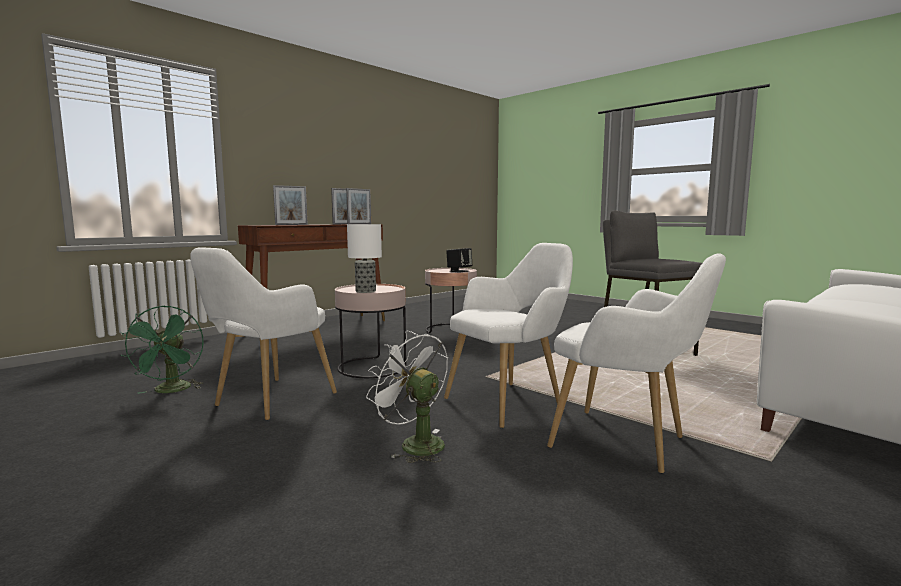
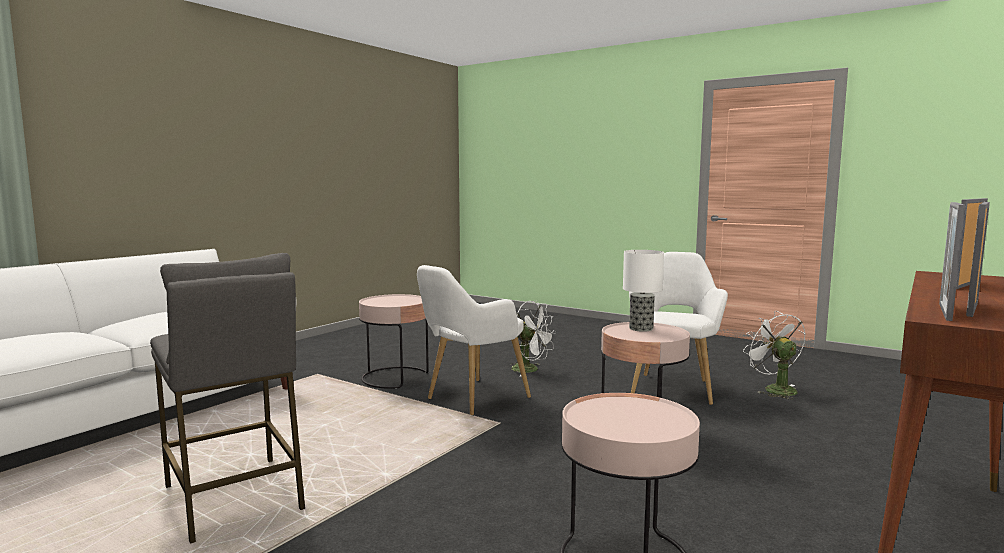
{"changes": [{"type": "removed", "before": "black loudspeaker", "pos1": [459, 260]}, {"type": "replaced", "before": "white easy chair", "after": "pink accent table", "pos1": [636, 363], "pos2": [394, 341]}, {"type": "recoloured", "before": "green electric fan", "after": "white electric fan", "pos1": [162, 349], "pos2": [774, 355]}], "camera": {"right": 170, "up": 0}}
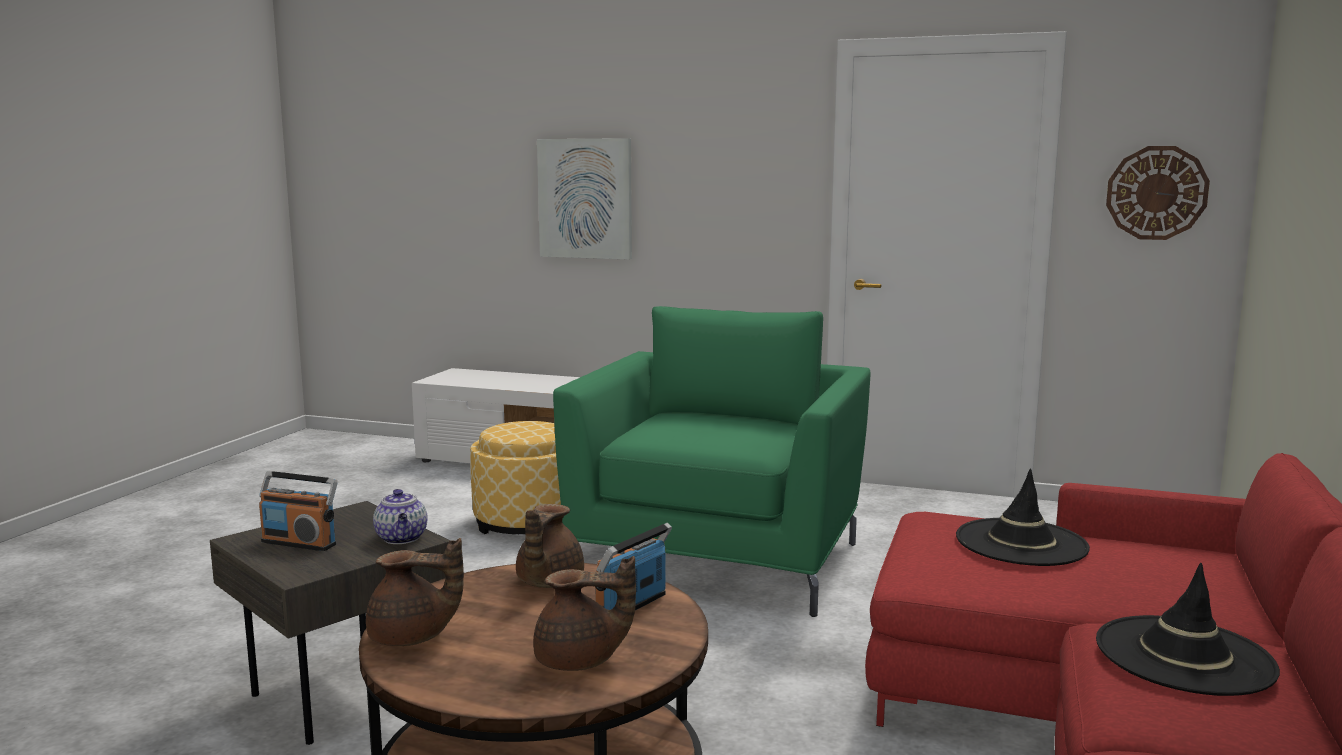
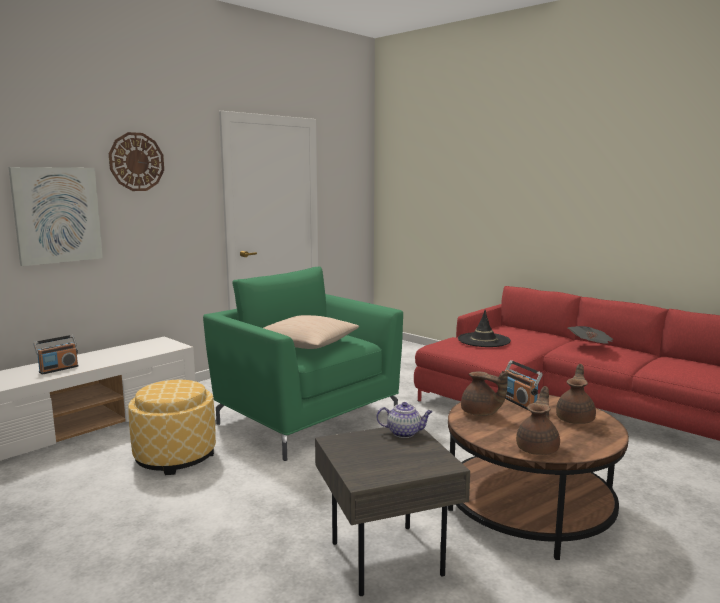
{"changes": [{"type": "moved", "before": "clock on the wall", "pos1": [1158, 193], "pos2": [136, 161]}, {"type": "moved", "before": "radio receiver", "pos1": [298, 511], "pos2": [55, 354]}, {"type": "replaced", "before": "black wearable hat", "after": "daily paper", "pos1": [1188, 629], "pos2": [590, 335]}, {"type": "added", "after": "beige cushion", "pos2": [311, 332]}], "camera": {"right": -65, "up": 0}}
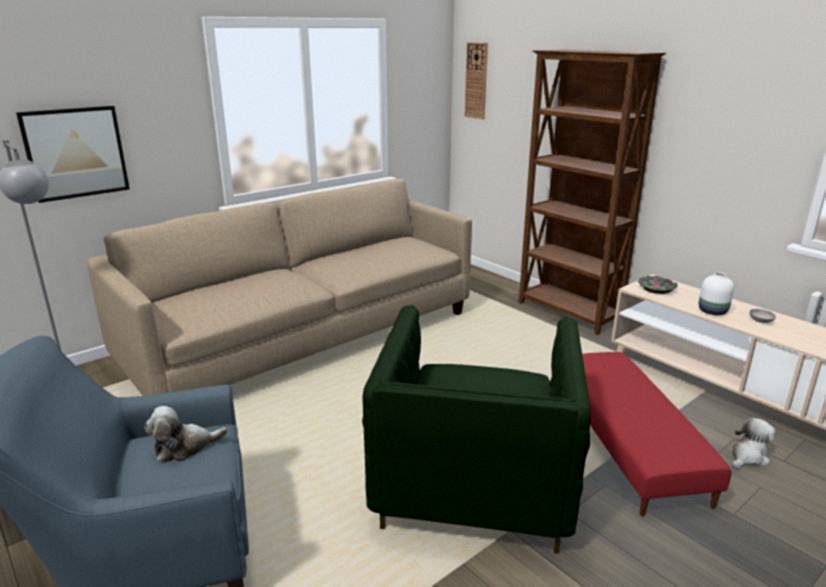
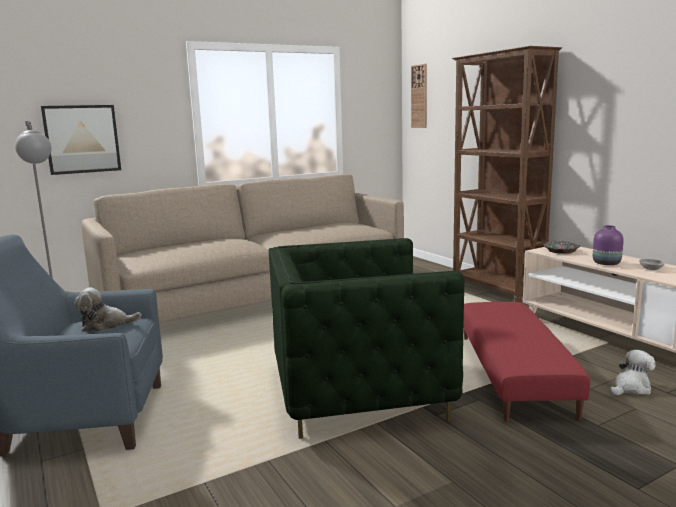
{"changes": [{"type": "recoloured", "before": "white decorative vase", "after": "purple decorative vase", "pos1": [716, 293], "pos2": [608, 245]}, {"type": "turned", "before": "green easy chair", "pos1": [476, 429], "pos2": [366, 338], "turn": 60}], "camera": {"right": 10, "up": -10}}
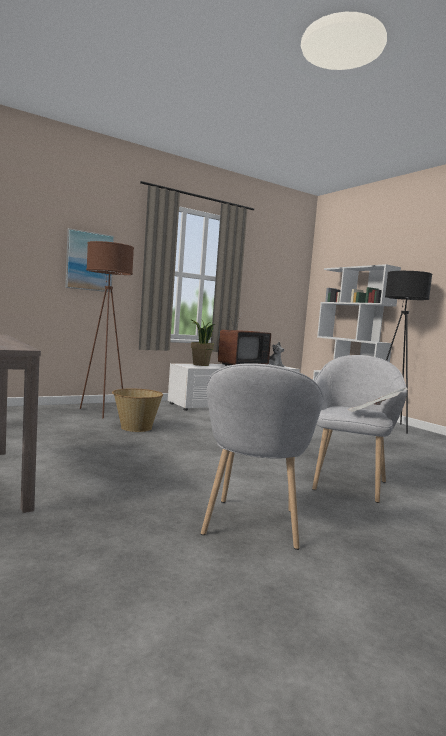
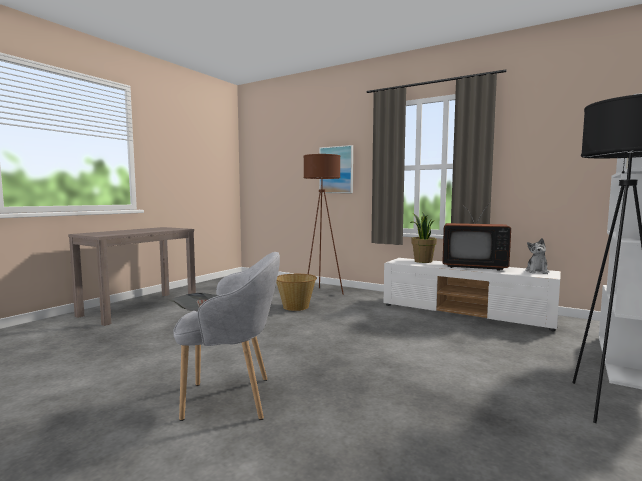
{"changes": [{"type": "removed", "before": "gray easy chair", "pos1": [262, 456]}], "camera": {"right": 65, "up": 0}}
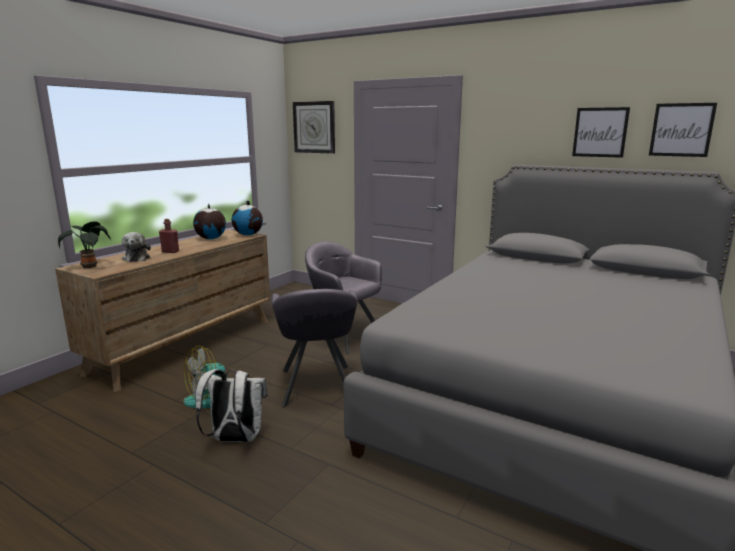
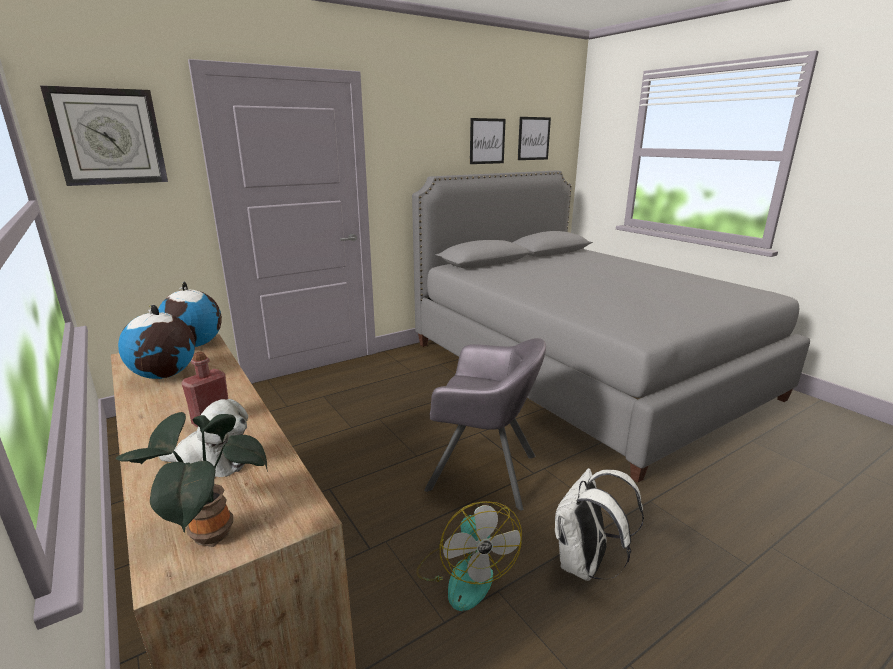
{"changes": [{"type": "removed", "before": "gray easy chair", "pos1": [343, 297]}], "camera": {"right": -65, "up": 5}}
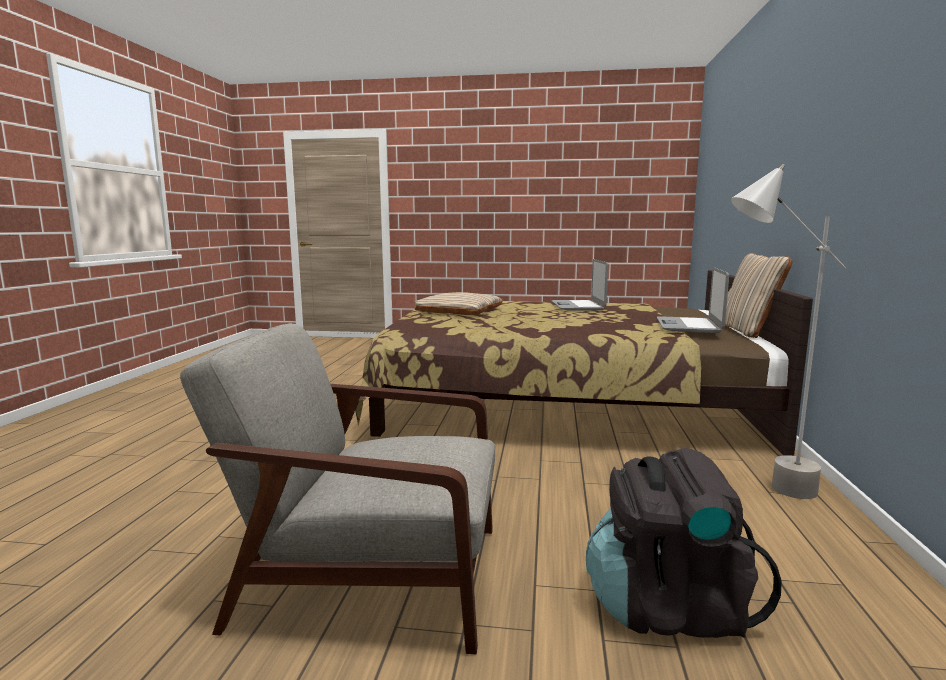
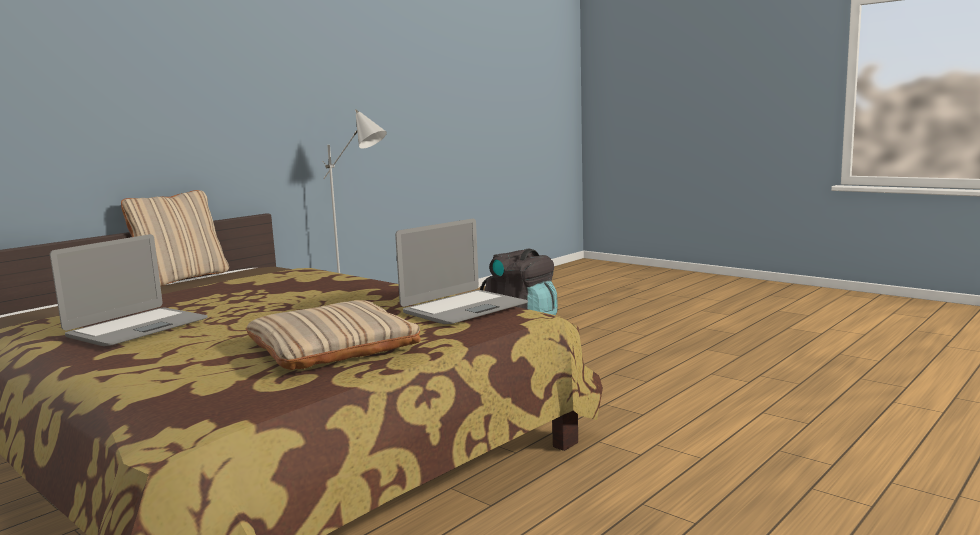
{"changes": [{"type": "moved", "before": "portable computer", "pos1": [693, 300], "pos2": [461, 271]}, {"type": "removed", "before": "gray easy chair", "pos1": [337, 489]}], "camera": {"right": -145, "up": 0}}
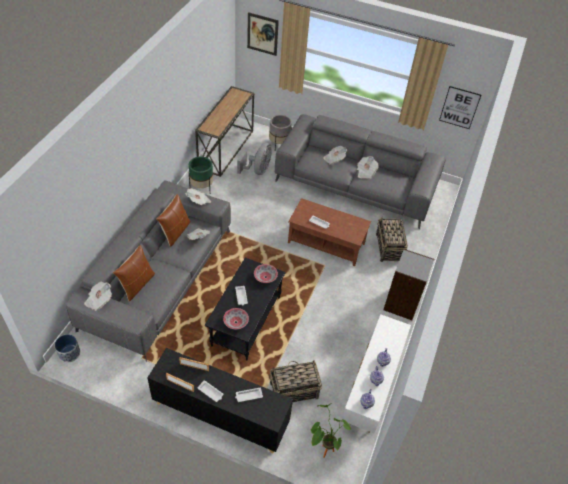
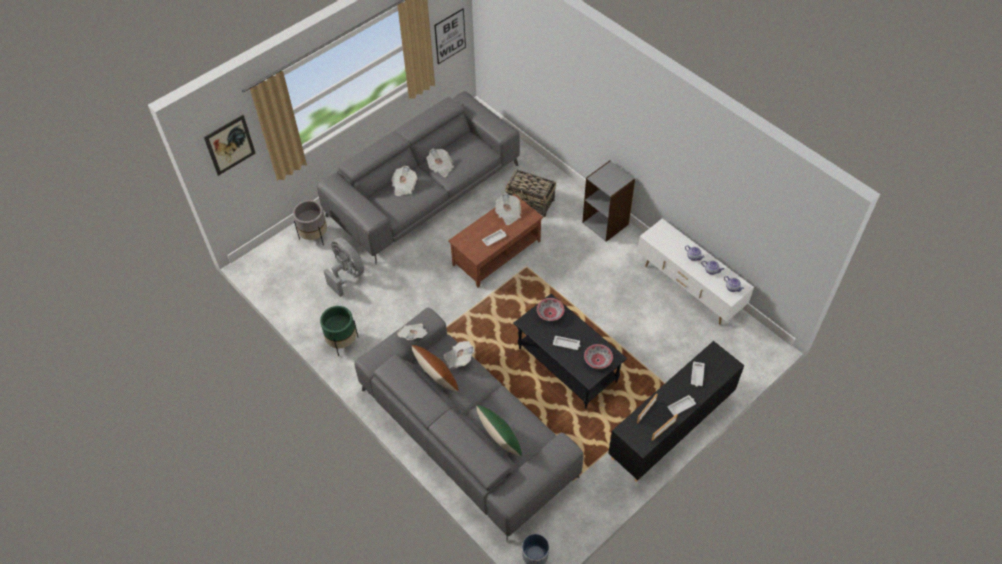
{"changes": [{"type": "removed", "before": "hall table", "pos1": [225, 131]}, {"type": "recoloured", "before": "brown-coloured cushion", "after": "green cushion", "pos1": [134, 273], "pos2": [499, 430]}, {"type": "moved", "before": "daily paper", "pos1": [98, 296], "pos2": [508, 209]}, {"type": "removed", "before": "storage basket", "pos1": [295, 381]}, {"type": "removed", "before": "houseplant", "pos1": [331, 430]}], "camera": {"right": -60, "up": 5}}
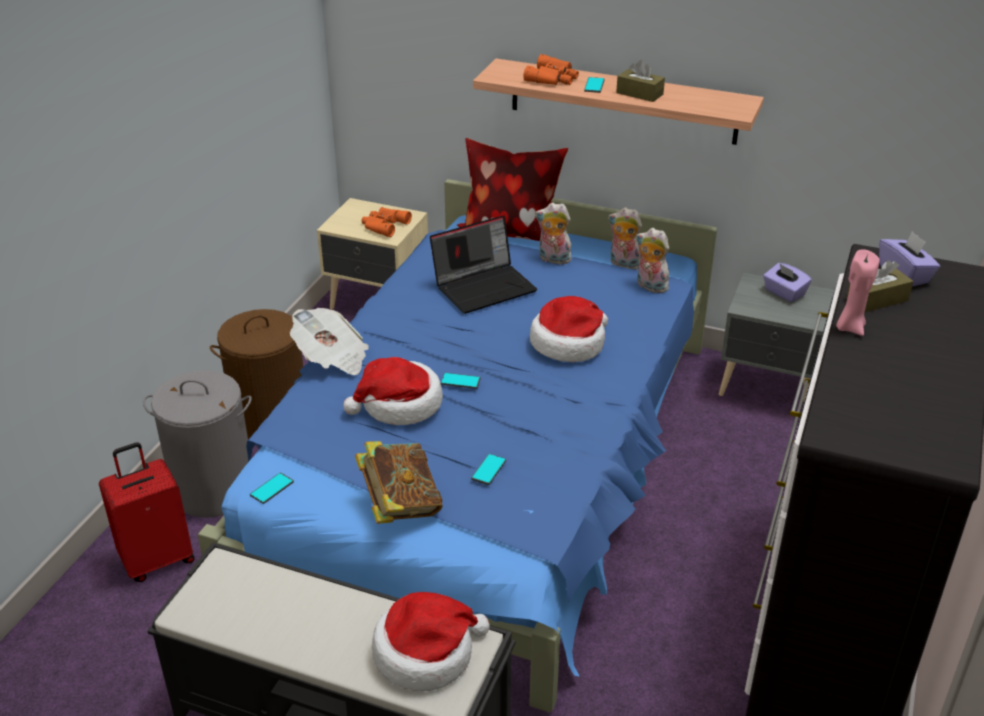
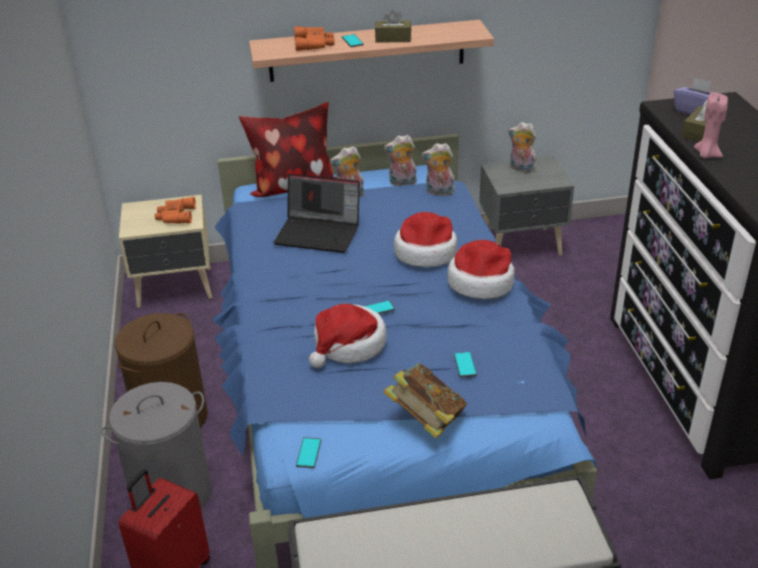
{"changes": [{"type": "turned", "before": "portable computer", "pos1": [483, 264], "pos2": [316, 213], "turn": 75}, {"type": "replaced", "before": "purple tissue holder", "after": "cuddly toy", "pos1": [787, 282], "pos2": [522, 147]}, {"type": "removed", "before": "daily paper", "pos1": [329, 341]}, {"type": "moved", "before": "wearable hat", "pos1": [431, 641], "pos2": [481, 269]}], "camera": {"right": -30, "up": 0}}
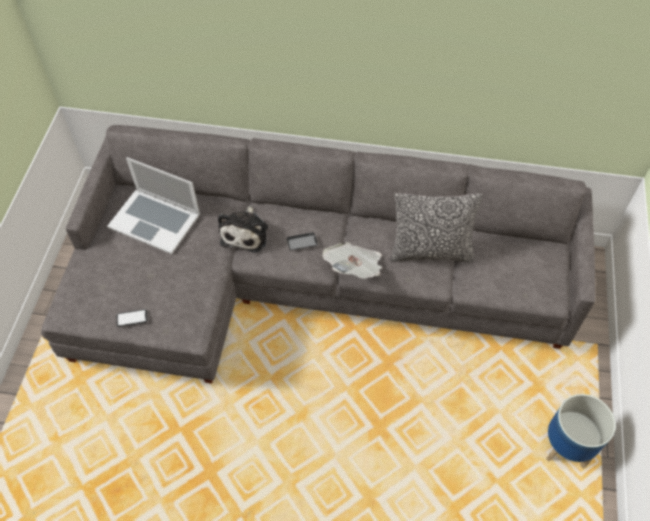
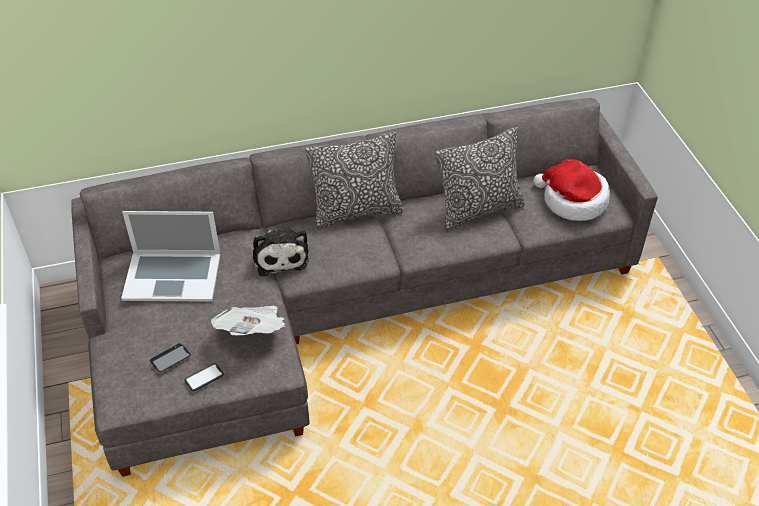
{"changes": [{"type": "moved", "before": "phone", "pos1": [302, 241], "pos2": [170, 357]}, {"type": "moved", "before": "daily paper", "pos1": [352, 260], "pos2": [248, 320]}, {"type": "removed", "before": "plant pot", "pos1": [581, 431]}, {"type": "added", "after": "cushion", "pos2": [354, 180]}, {"type": "added", "after": "wearable hat", "pos2": [571, 190]}], "camera": {"right": -25, "up": -10}}
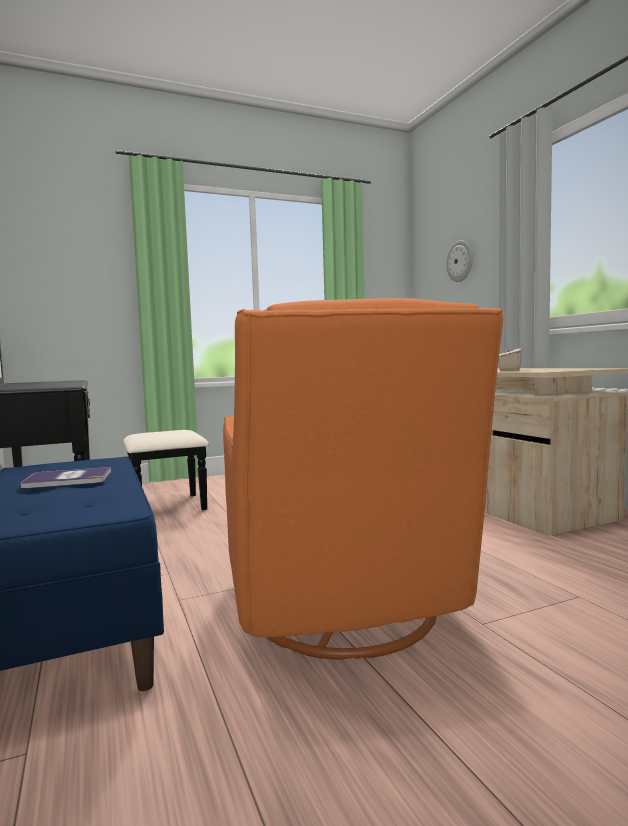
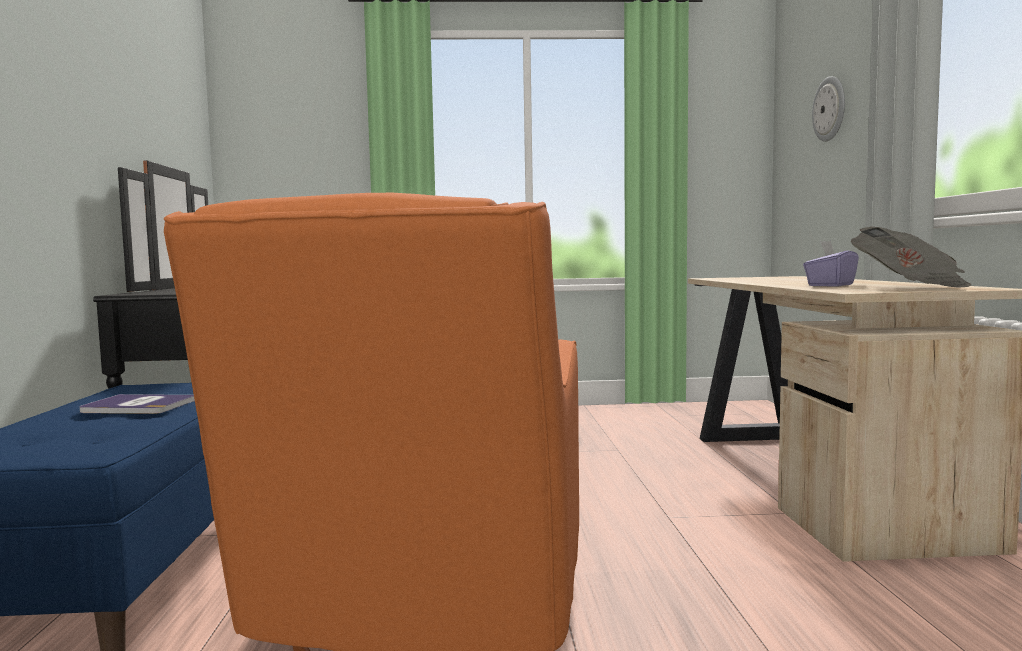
{"changes": [{"type": "recoloured", "before": "beige tissue holder", "after": "purple tissue holder", "pos1": [510, 356], "pos2": [831, 264]}, {"type": "added", "after": "daily paper", "pos2": [911, 257]}], "camera": {"right": 20, "up": 0}}
